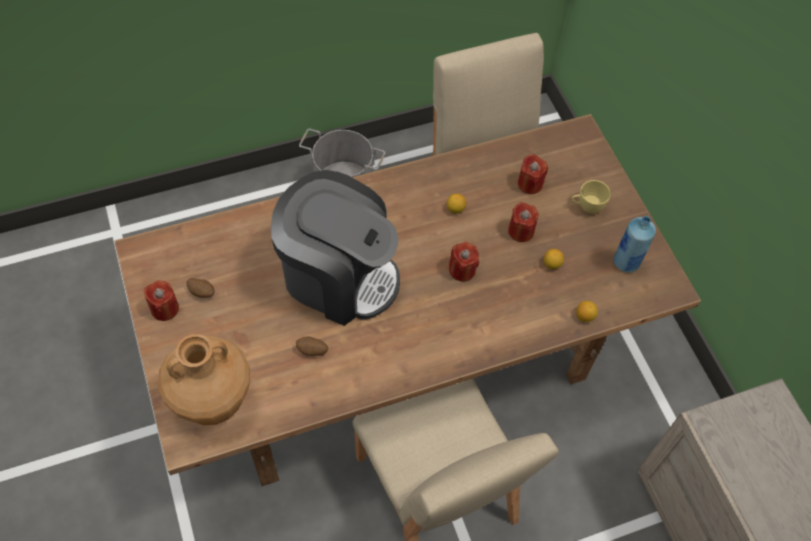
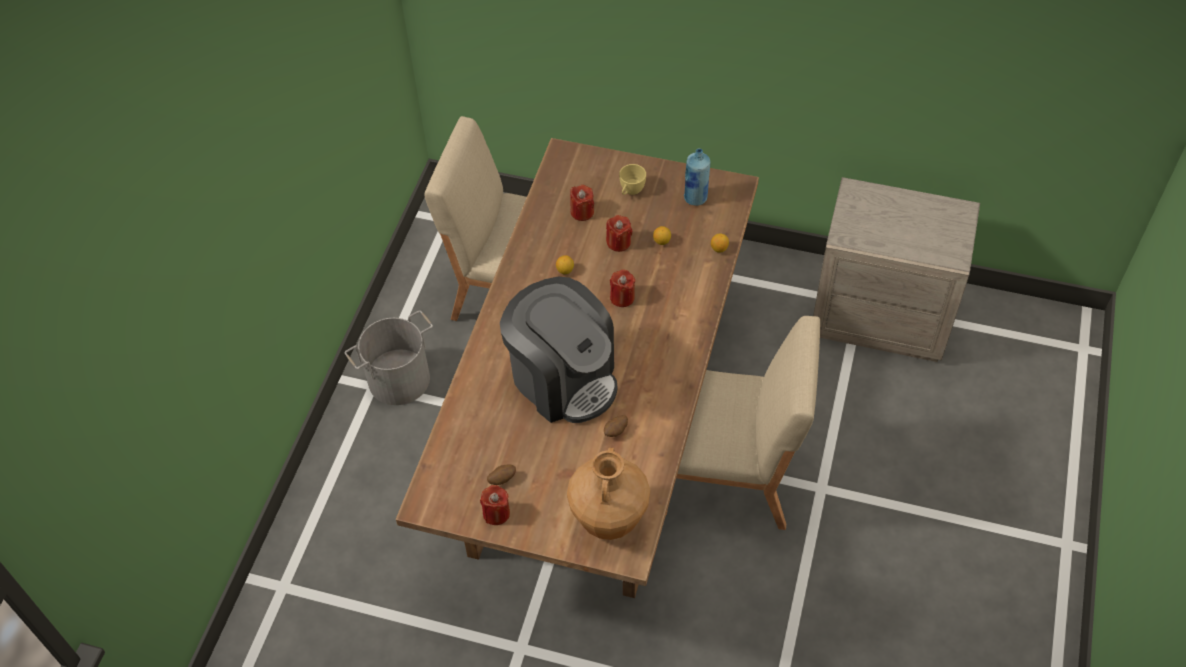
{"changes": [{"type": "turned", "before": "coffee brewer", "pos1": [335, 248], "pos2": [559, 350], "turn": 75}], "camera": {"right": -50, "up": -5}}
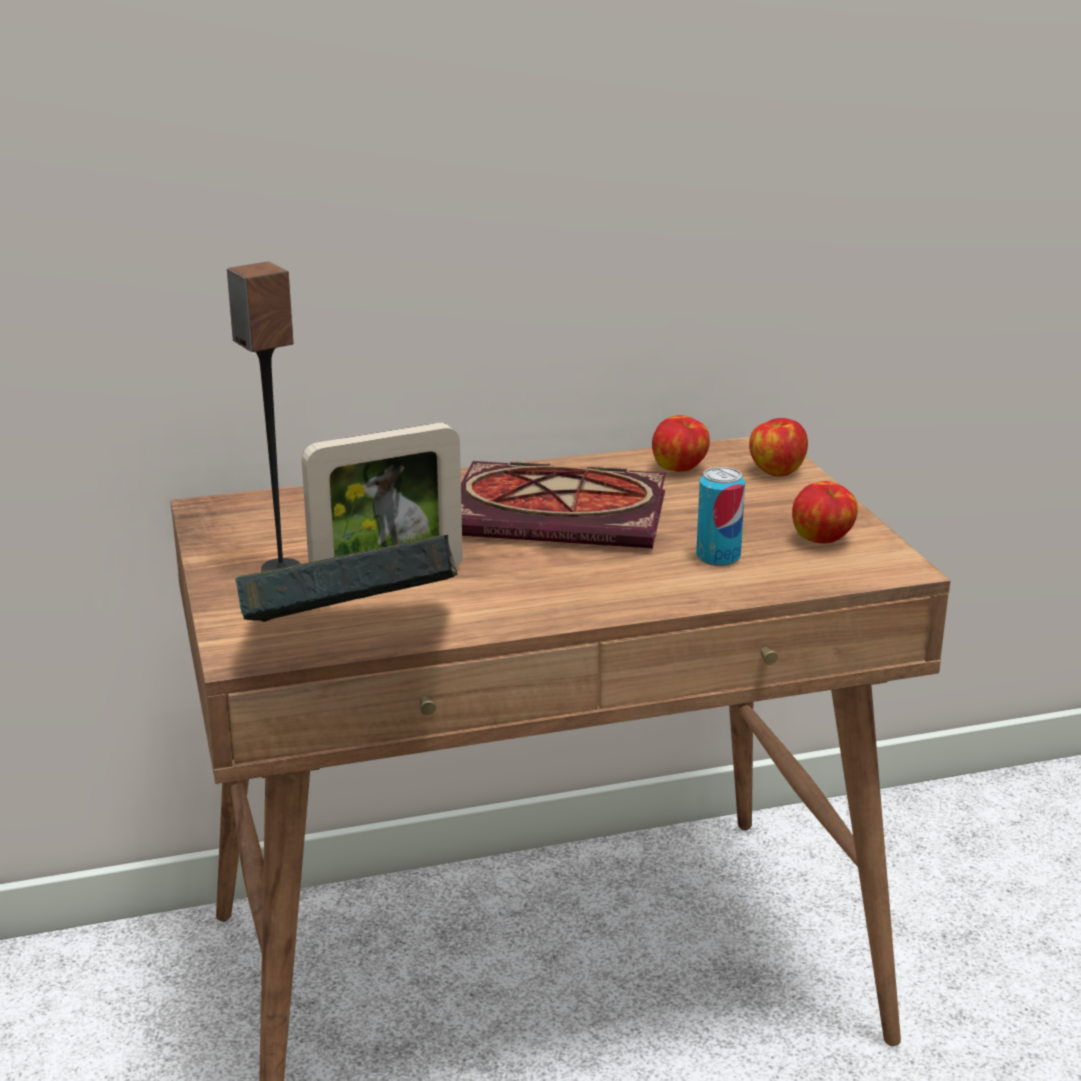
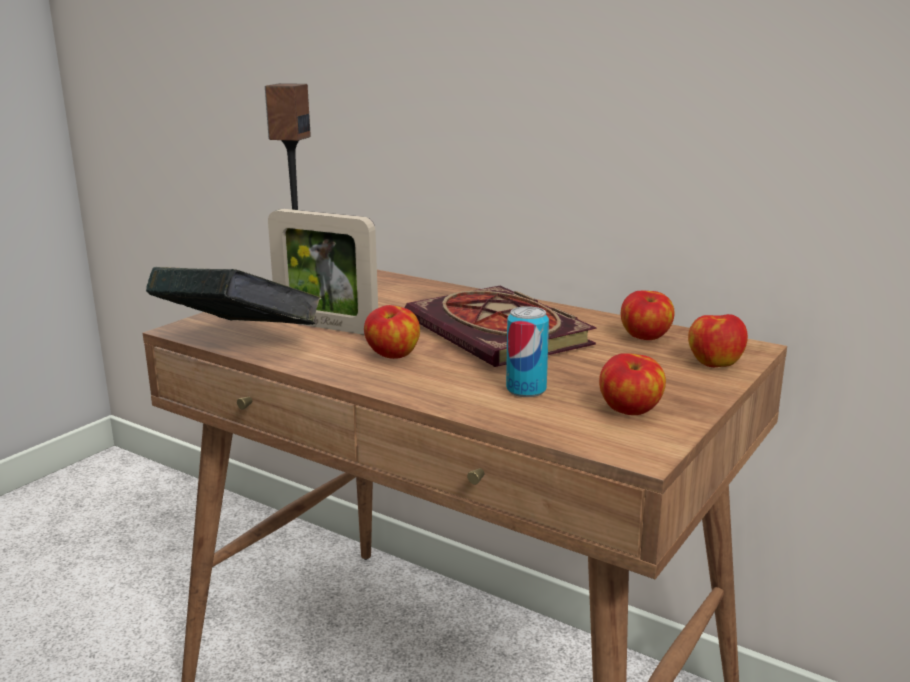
{"changes": [{"type": "added", "after": "apple", "pos2": [392, 332]}], "camera": {"right": 50, "up": -5}}
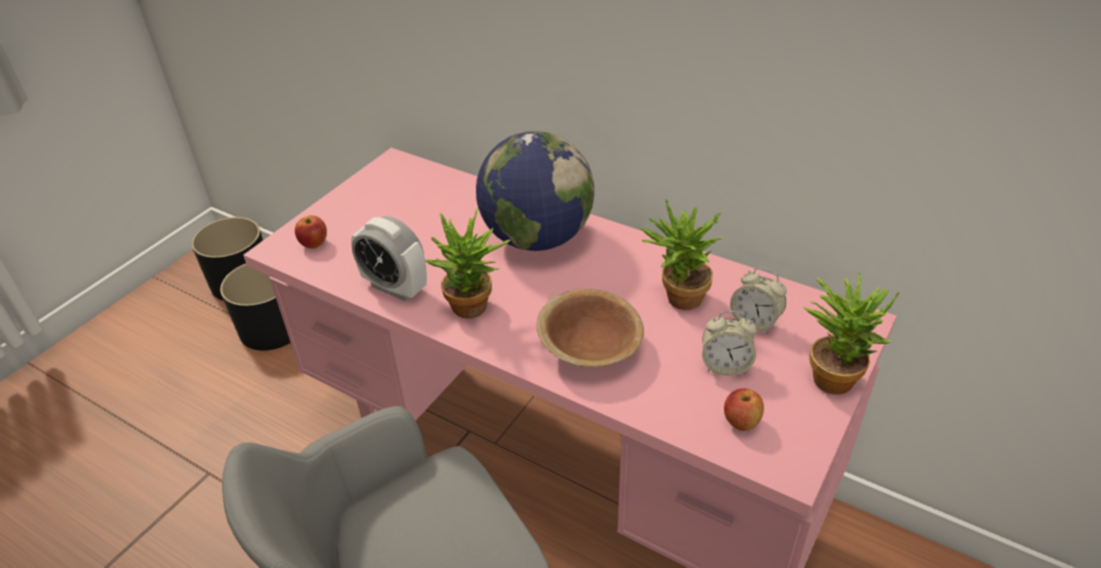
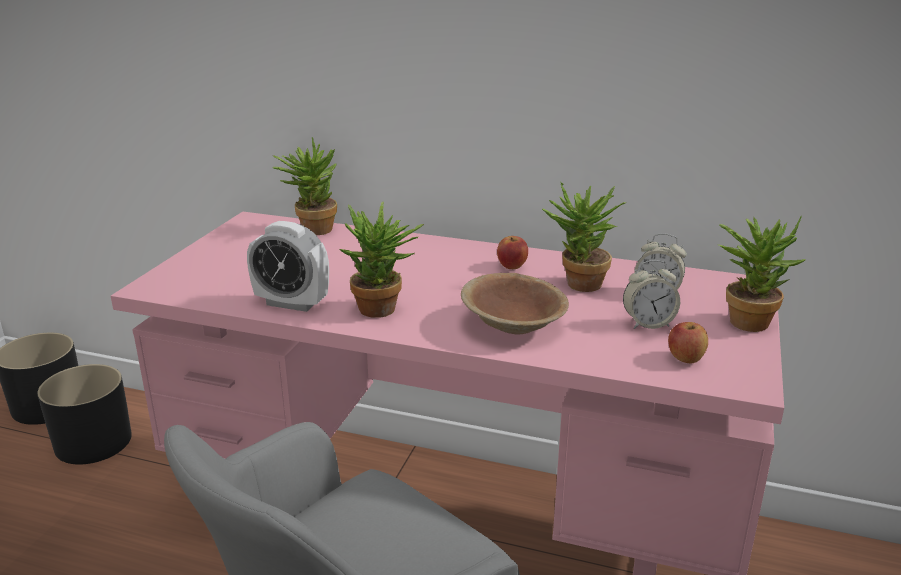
{"changes": [{"type": "removed", "before": "desk globe", "pos1": [535, 191]}, {"type": "moved", "before": "apple", "pos1": [311, 232], "pos2": [512, 252]}, {"type": "added", "after": "houseplant", "pos2": [304, 186]}], "camera": {"right": -15, "up": -15}}
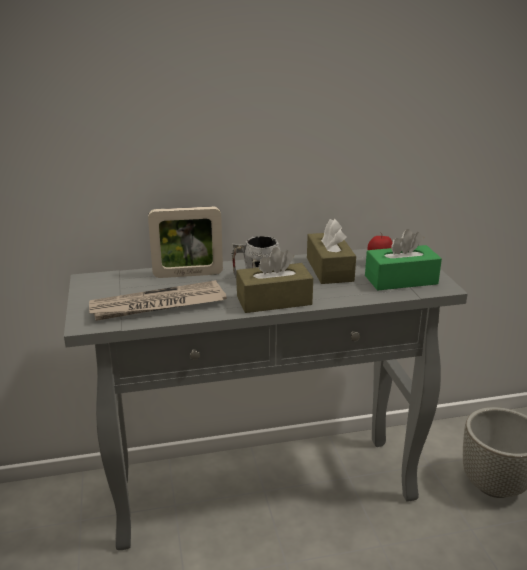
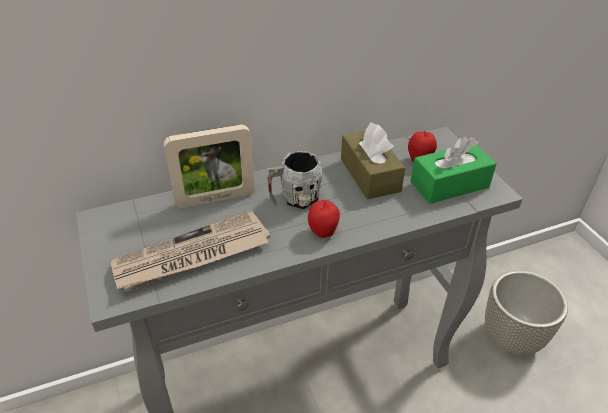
{"changes": [{"type": "replaced", "before": "brown-coloured tissue holder", "after": "apple", "pos1": [274, 280], "pos2": [324, 219]}], "camera": {"right": -10, "up": 15}}
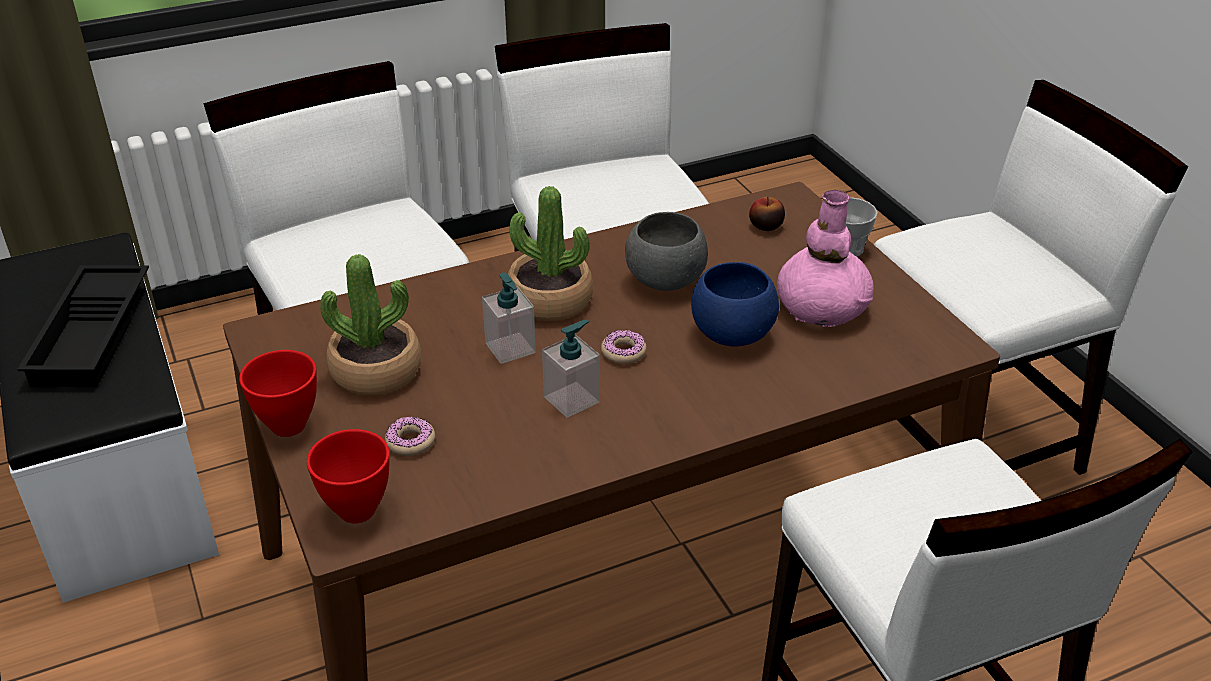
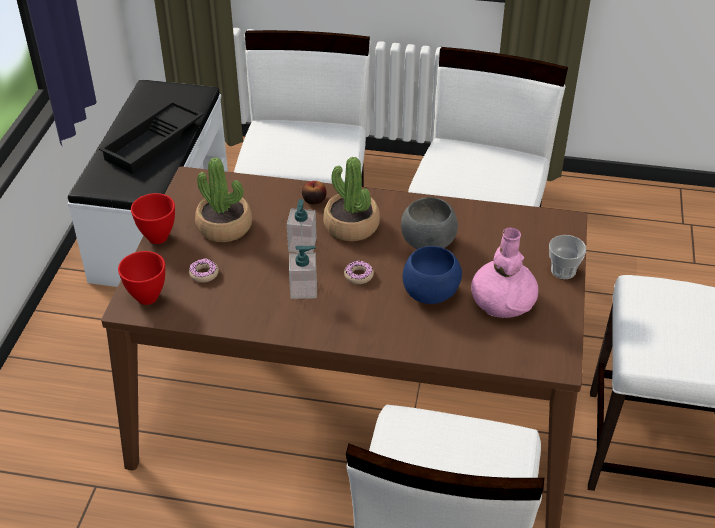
{"changes": [{"type": "moved", "before": "apple", "pos1": [767, 214], "pos2": [314, 192]}], "camera": {"right": 35, "up": 5}}
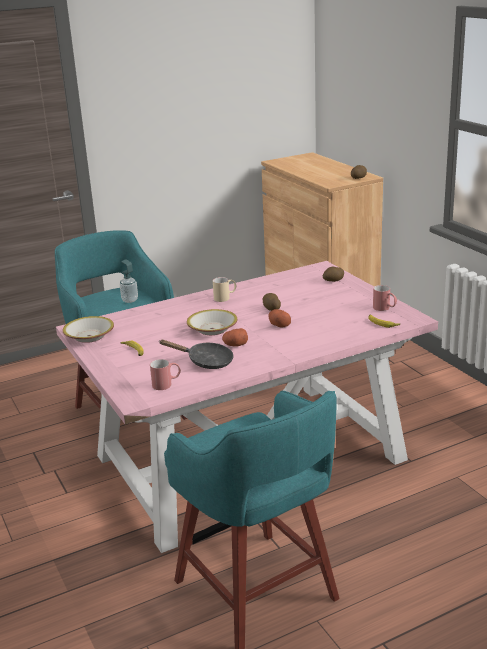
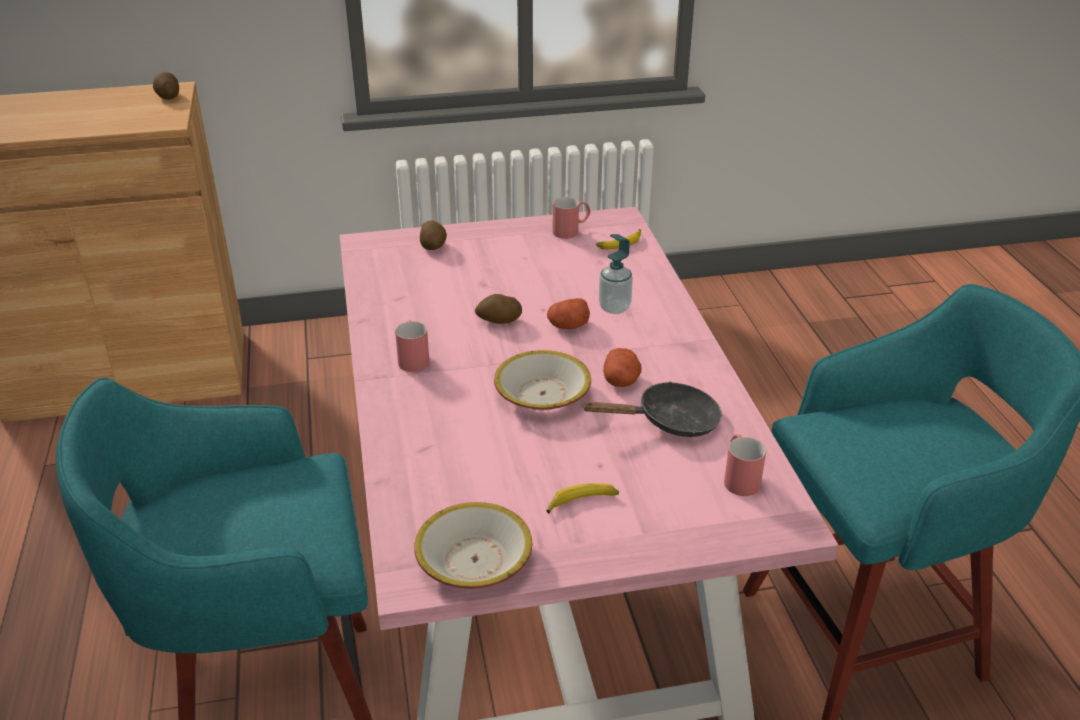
{"changes": [{"type": "moved", "before": "liquid soap bottle", "pos1": [129, 281], "pos2": [616, 274]}, {"type": "recoloured", "before": "beige mug", "after": "reddish mug", "pos1": [225, 289], "pos2": [412, 346]}, {"type": "turned", "before": "black skillet", "pos1": [196, 354], "pos2": [651, 409], "turn": 45}], "camera": {"right": -75, "up": 10}}
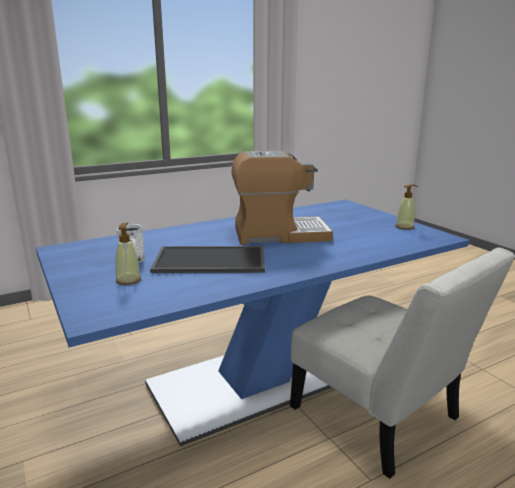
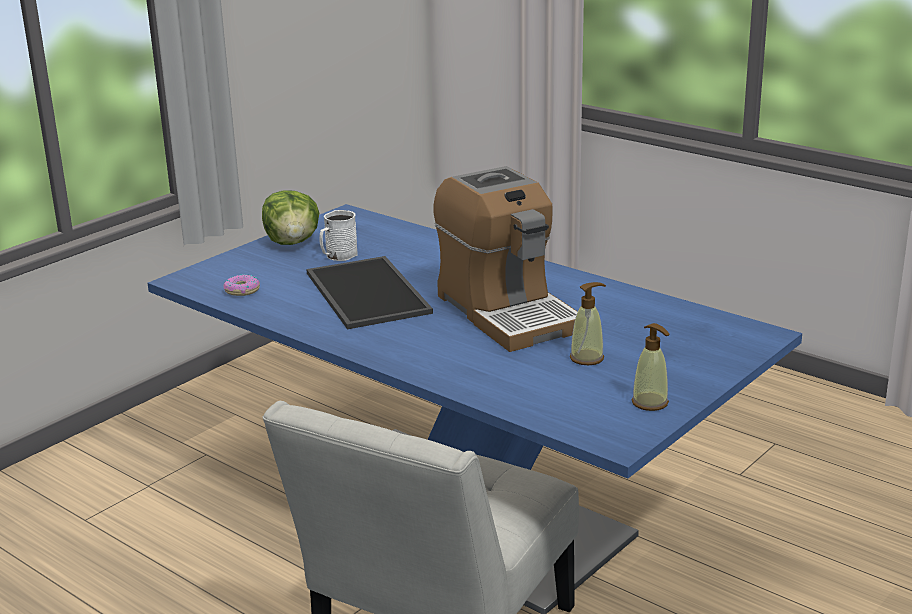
{"changes": [{"type": "moved", "before": "liquid soap bottle", "pos1": [128, 254], "pos2": [588, 323]}, {"type": "added", "after": "lettuce head", "pos2": [290, 218]}, {"type": "added", "after": "donut", "pos2": [242, 285]}], "camera": {"right": 70, "up": 5}}
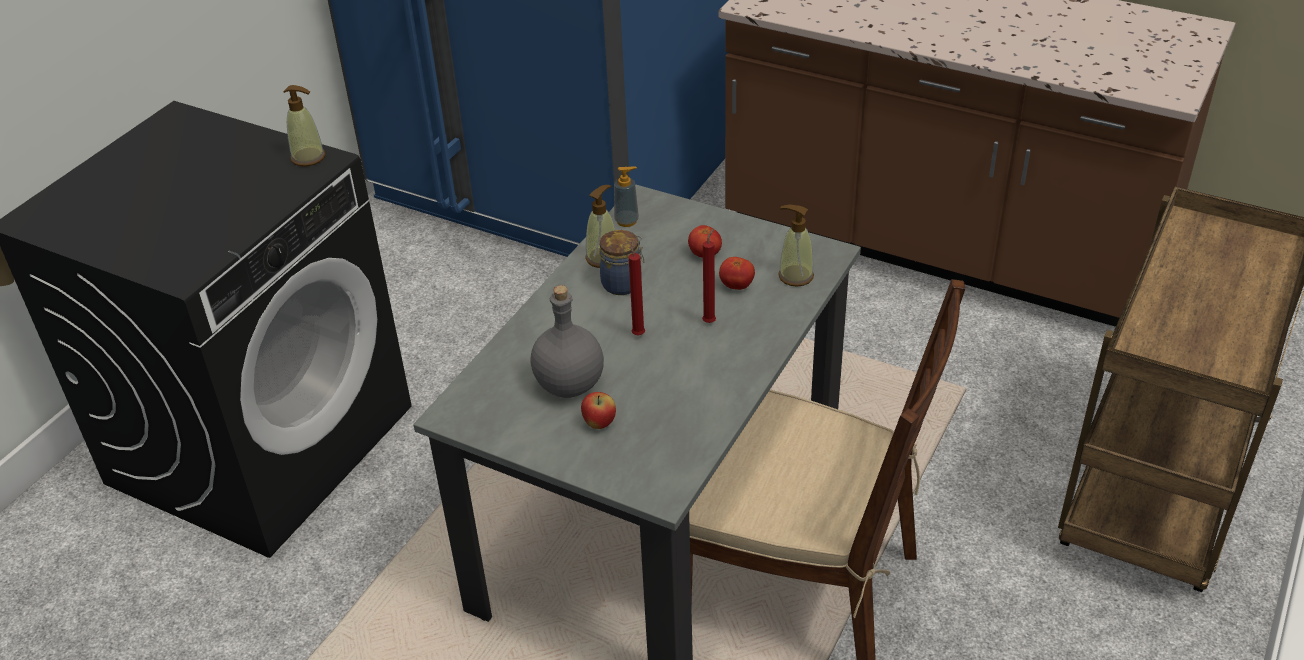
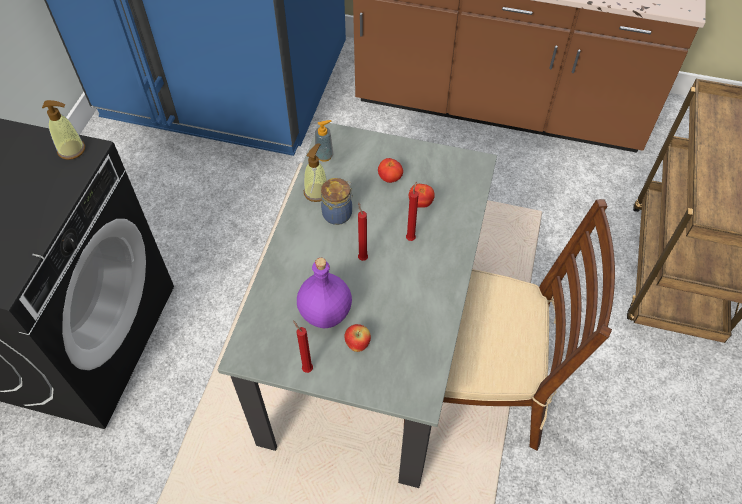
{"changes": [{"type": "removed", "before": "liquid soap bottle", "pos1": [796, 246]}, {"type": "recoloured", "before": "gray bottle", "after": "purple bottle", "pos1": [567, 341], "pos2": [324, 293]}, {"type": "added", "after": "reddish candle", "pos2": [303, 346]}], "camera": {"right": -15, "up": 15}}
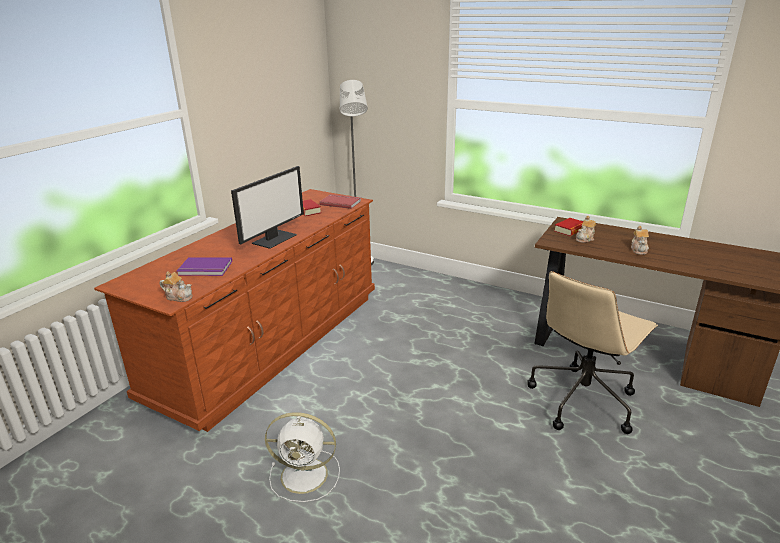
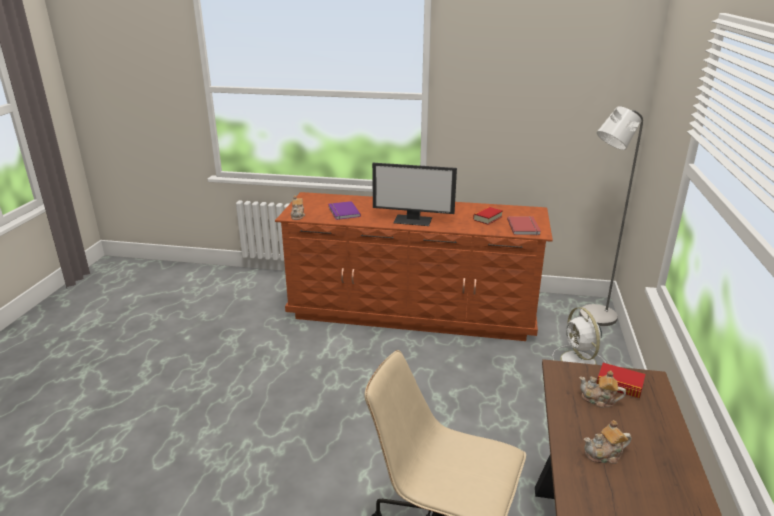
{"changes": [{"type": "moved", "before": "white electric fan", "pos1": [302, 457], "pos2": [579, 336]}], "camera": {"right": 70, "up": 0}}
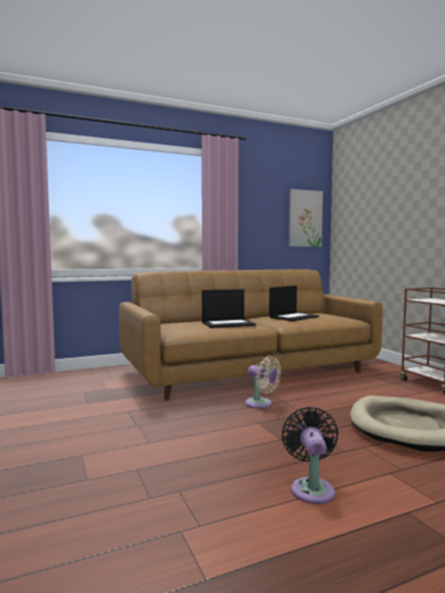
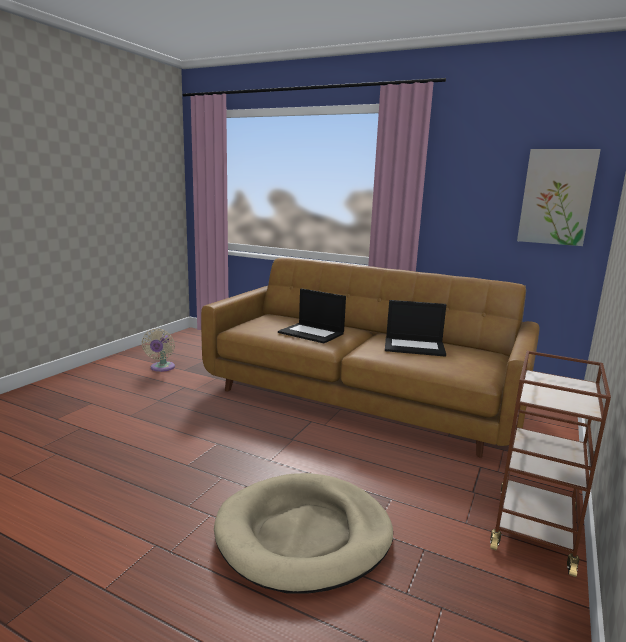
{"changes": [{"type": "moved", "before": "beige electric fan", "pos1": [263, 382], "pos2": [158, 350]}, {"type": "removed", "before": "black electric fan", "pos1": [310, 455]}], "camera": {"right": 50, "up": 10}}
